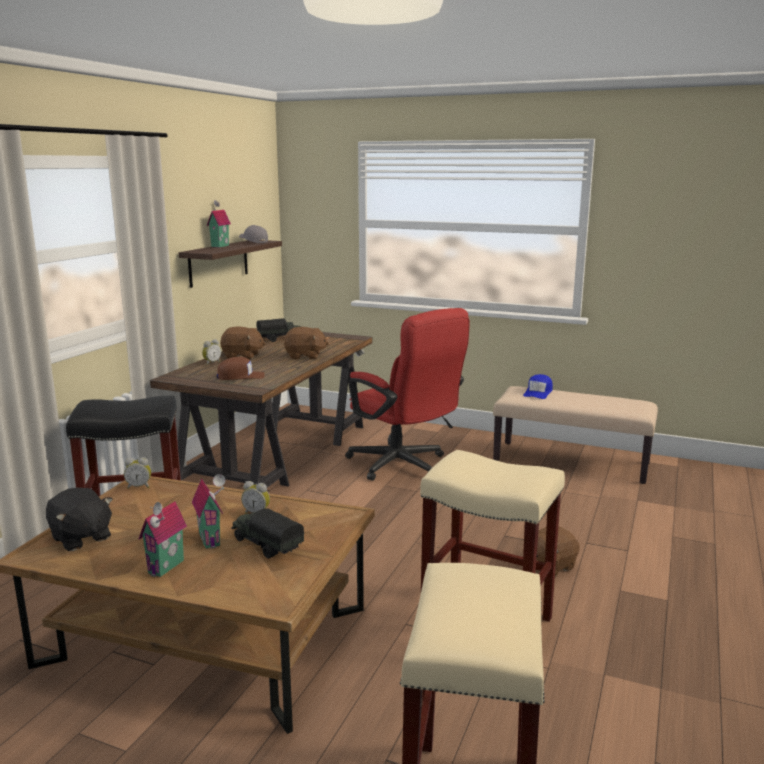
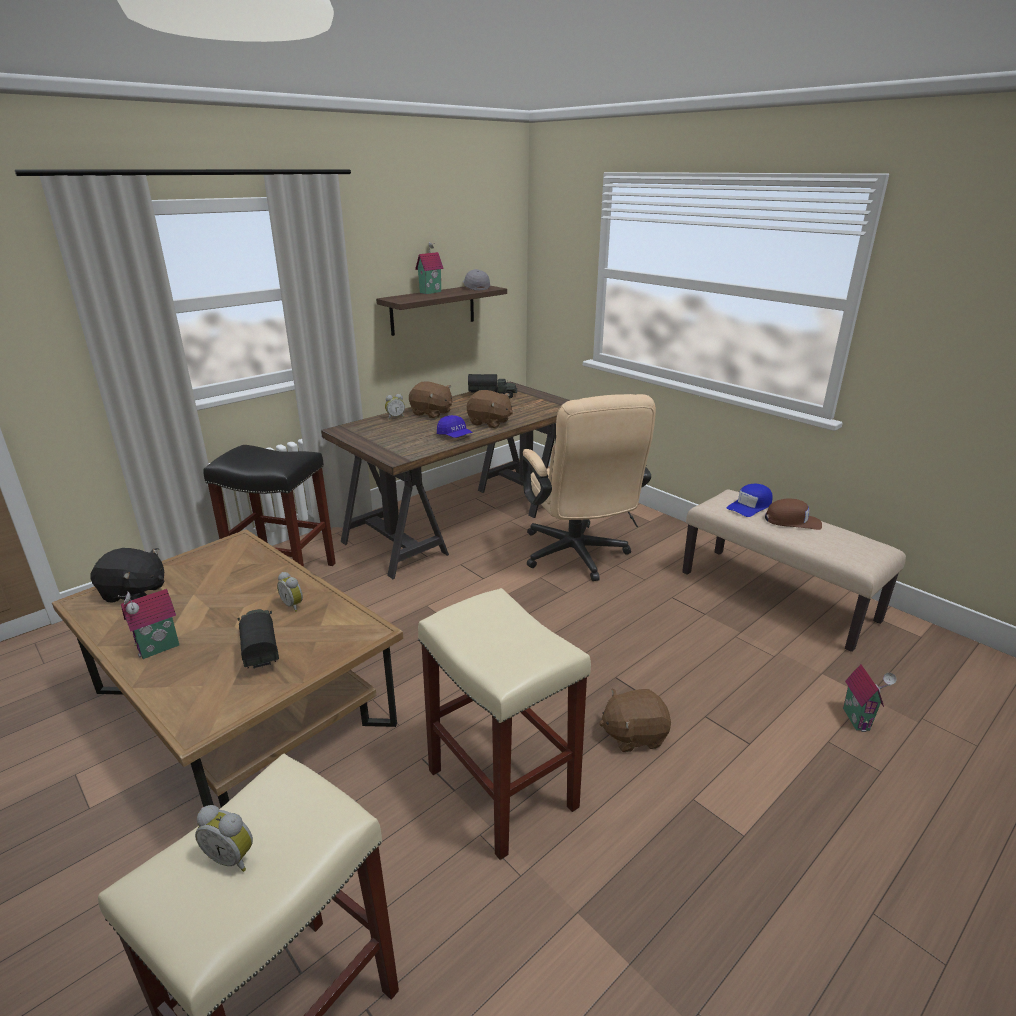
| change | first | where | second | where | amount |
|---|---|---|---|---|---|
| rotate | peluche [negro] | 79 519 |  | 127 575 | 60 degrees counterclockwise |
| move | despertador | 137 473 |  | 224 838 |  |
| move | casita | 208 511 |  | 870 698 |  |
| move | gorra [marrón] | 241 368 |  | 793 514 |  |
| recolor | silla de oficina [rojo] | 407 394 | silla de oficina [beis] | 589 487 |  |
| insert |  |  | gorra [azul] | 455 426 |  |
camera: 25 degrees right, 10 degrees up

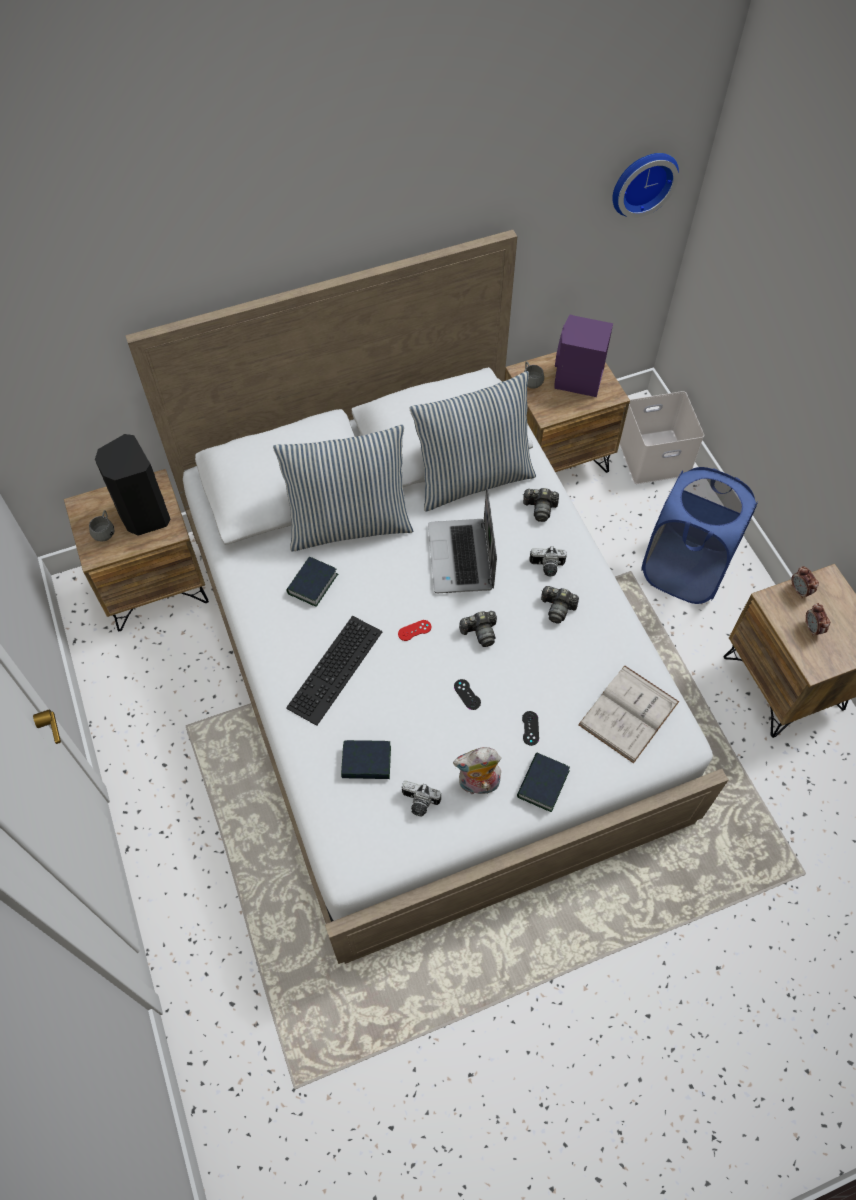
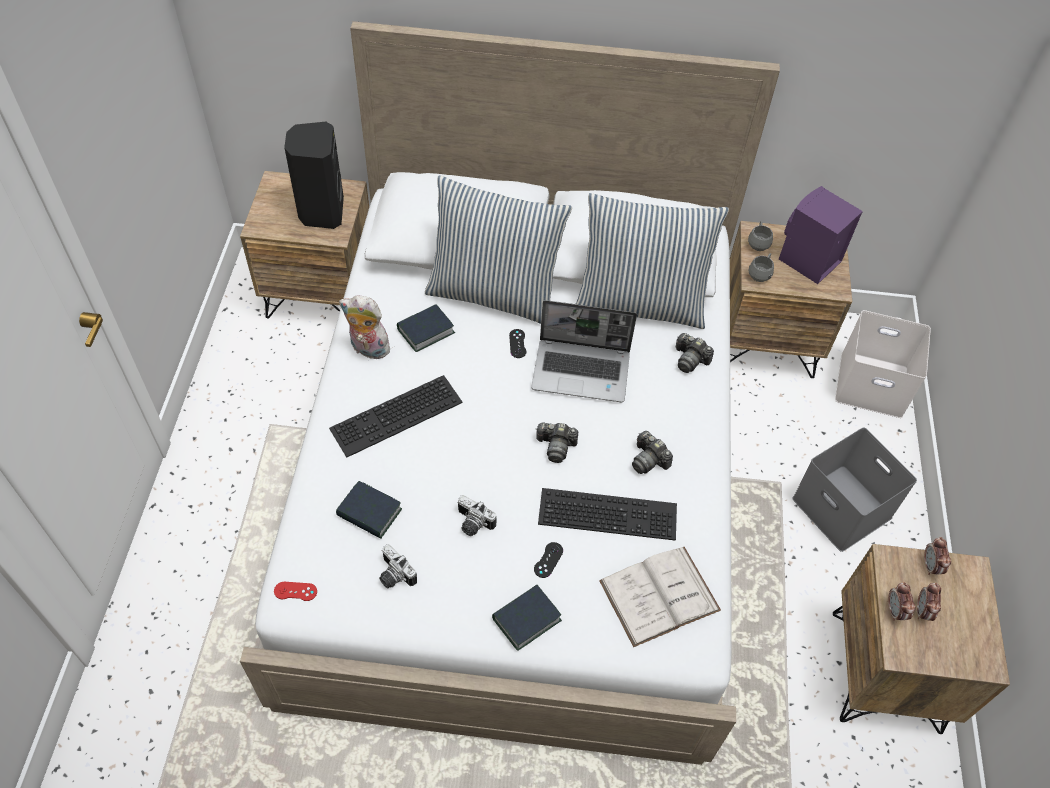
| change | first | where | second | where | amount |
|---|---|---|---|---|---|
| move | taza grande [gris] | 102 525 |  | 761 267 |  |
| move | mando de consola [rojo] | 414 630 |  | 295 591 |  |
| rotate | portátil | 462 540 |  | 584 351 | 105 degrees counterclockwise |
| move | peluche | 477 770 |  | 365 327 |  |
| move | mando de consola [negro] | 467 694 |  | 517 343 |  |
| move | cámara | 548 561 |  | 476 515 |  |
| delete | reloj de pared | 645 185 |  |  |  |
| replace | cesto de la ropa [azul] | 699 535 | caja de almacenaje [gris] | 854 490 |  |
| insert |  |  | teclado | 607 514 |  |
| insert |  |  | despertador | 902 601 |  |
camera: 25 degrees right, 5 degrees down

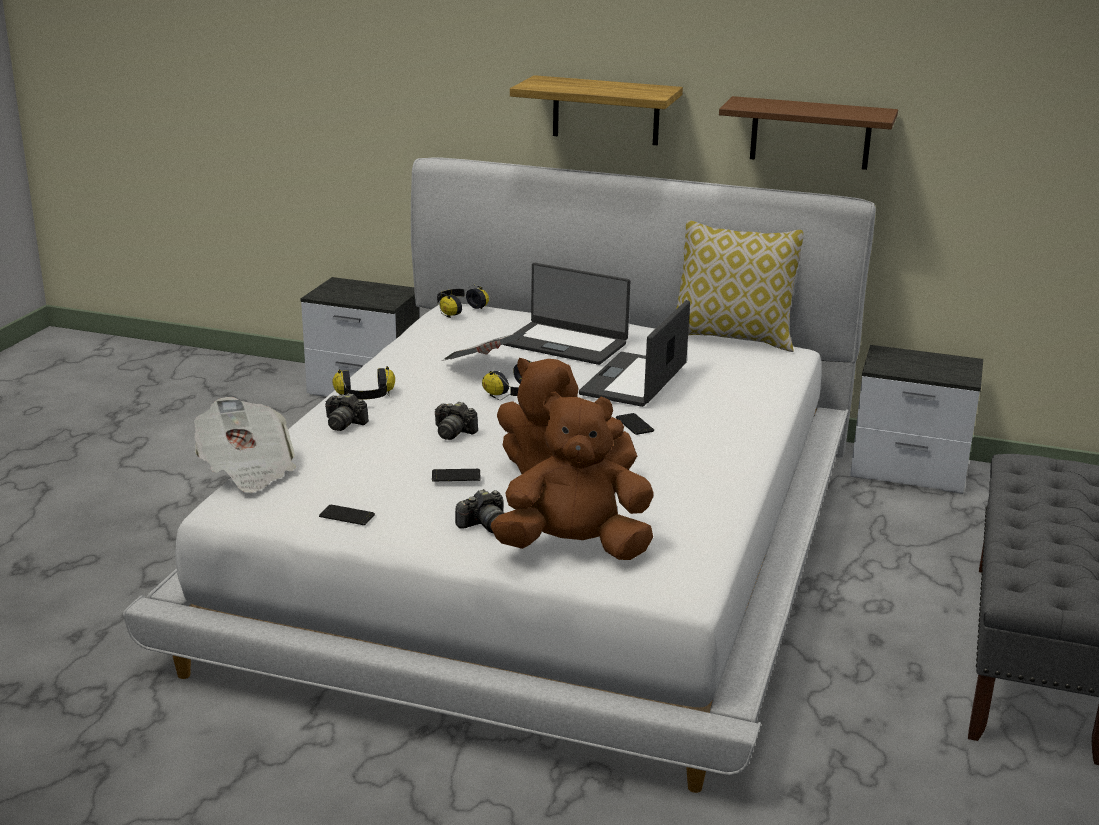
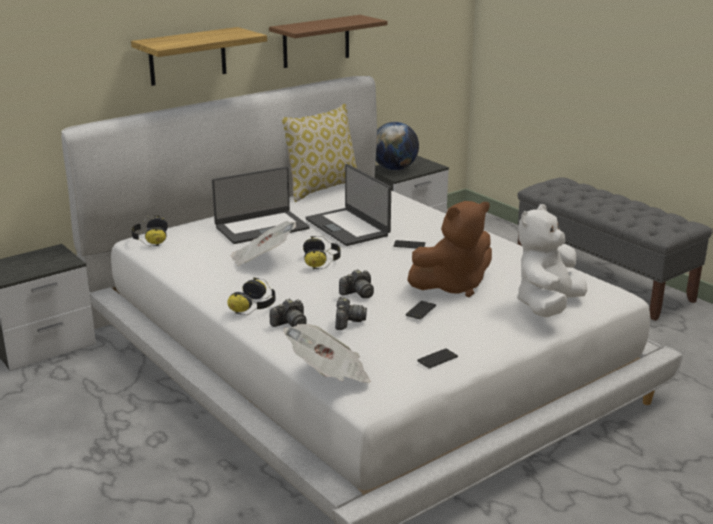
| change | first | where | second | where | amount |
|---|---|---|---|---|---|
| move | cámara | 479 511 |  | 351 313 |  |
| recolor | peluche [marrón] | 572 475 | peluche [blanco] | 552 260 |  |
| insert |  |  | globo terráqueo | 397 146 |  |
camera: 55 degrees left, 0 degrees up

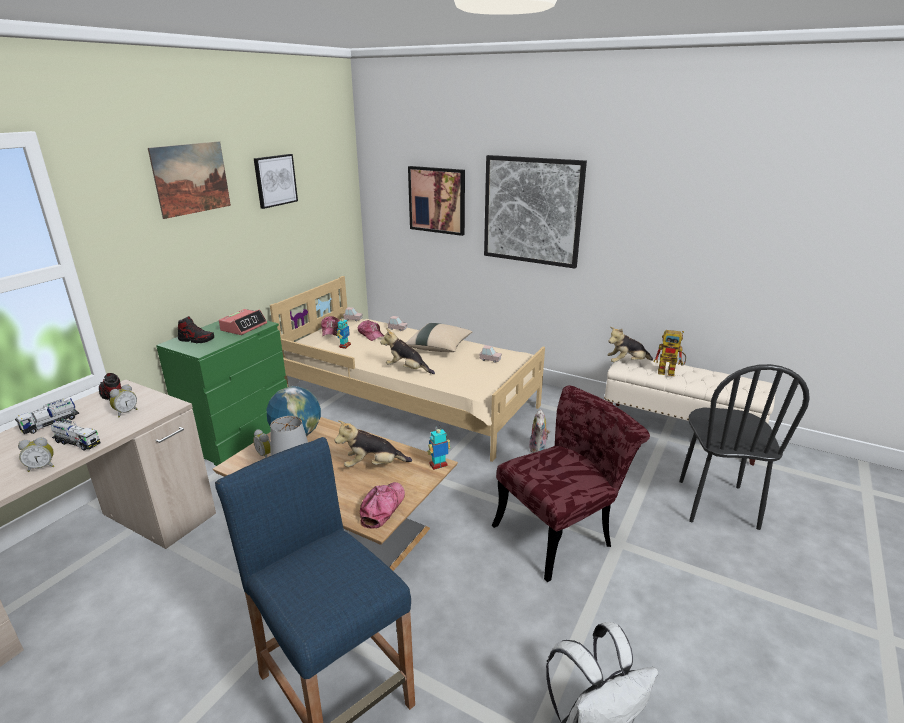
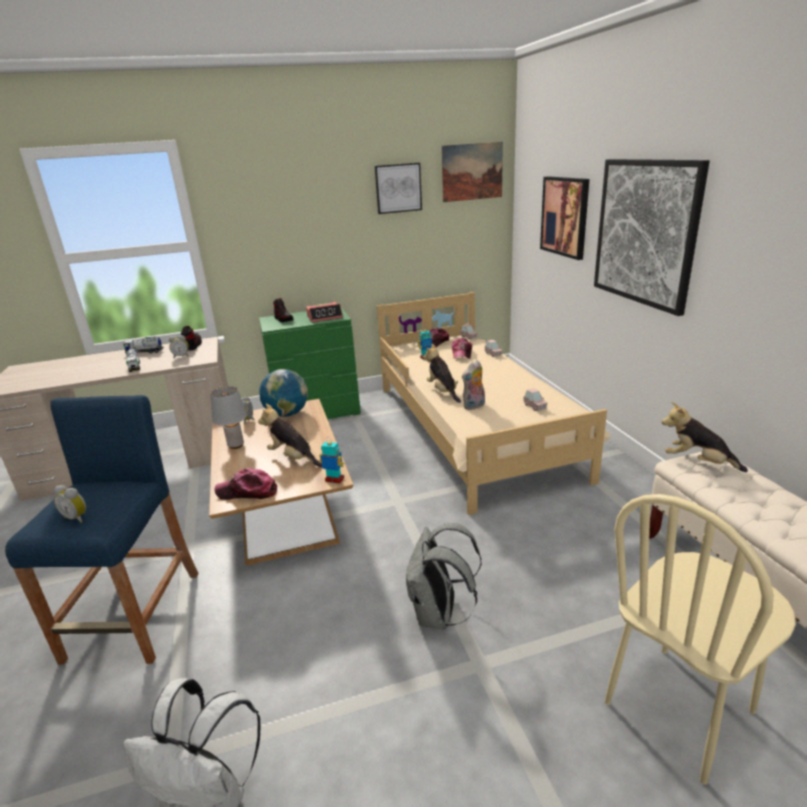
| change | first | where | second | where | amount |
|---|---|---|---|---|---|
| move | despertador | 36 454 |  | 69 504 |  |
| move | cuadro | 189 180 |  | 472 172 |  |
| rotate | gorra | 382 505 |  | 246 484 | 150 degrees counterclockwise |
| delete | cojín [beis] | 439 337 |  |  |  |
| replace | silla [rojo] | 571 483 | mochila [gris] | 444 576 |  |
| move | peluche | 539 431 |  | 473 385 |  |
| delete | robot de juguete | 670 353 |  |  |  |
| recolor | silla [negro] | 744 447 | silla [beis] | 700 639 |  |
camera: 45 degrees right, 0 degrees up

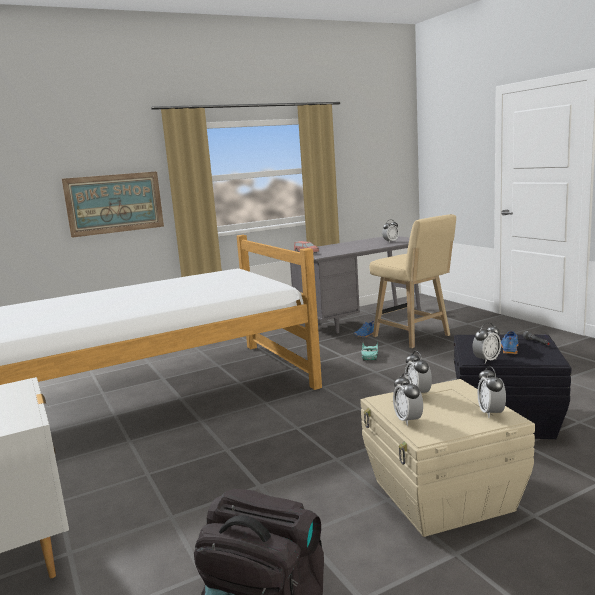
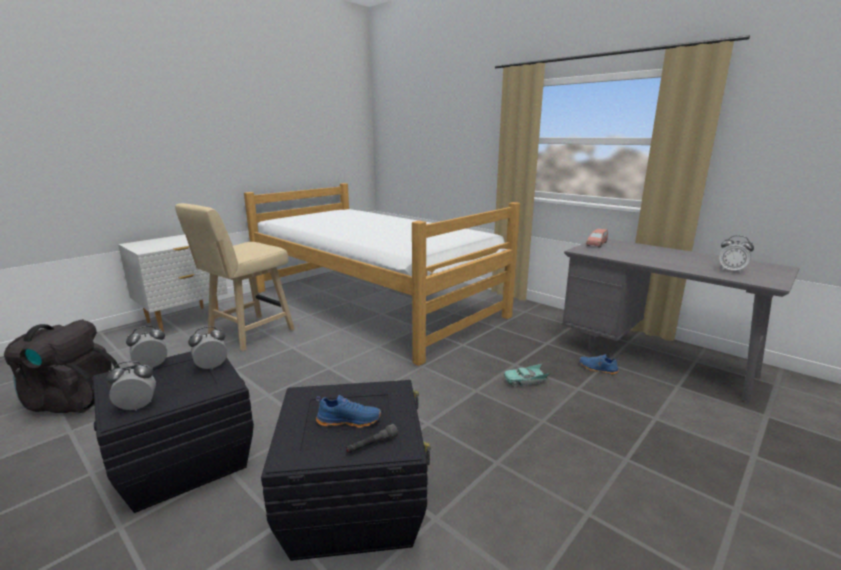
| change | first | where | second | where | amount |
|---|---|---|---|---|---|
| delete | cuadro | 113 204 |  |  |  |
| recolor | caja de almacenaje [beis] | 447 458 | caja de almacenaje [negro] | 173 432 |  |
| move | taburete [beis] | 412 281 |  | 235 277 |  |
| delete | despertador | 486 343 |  |  |  |
camera: 70 degrees right, 5 degrees up

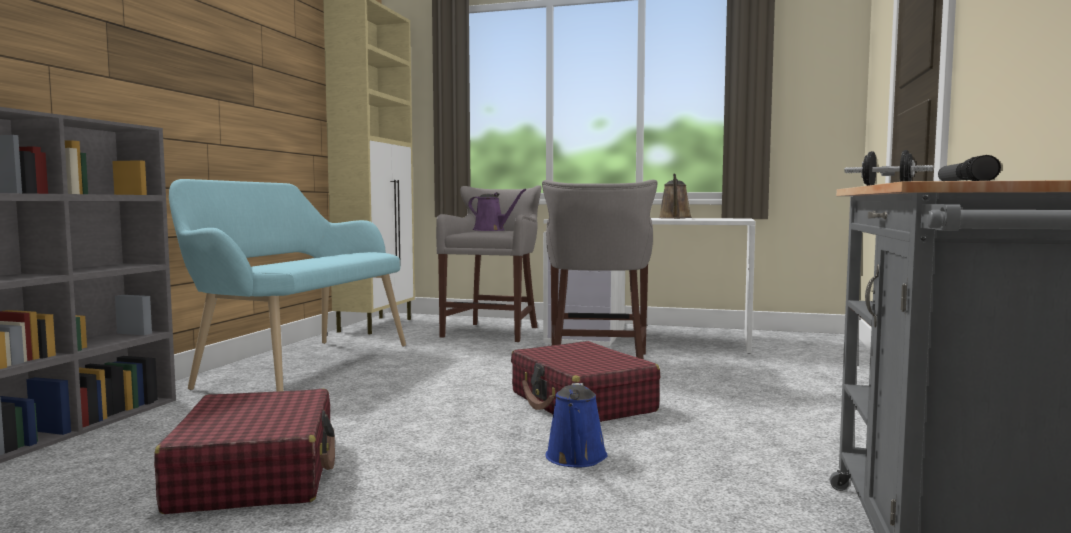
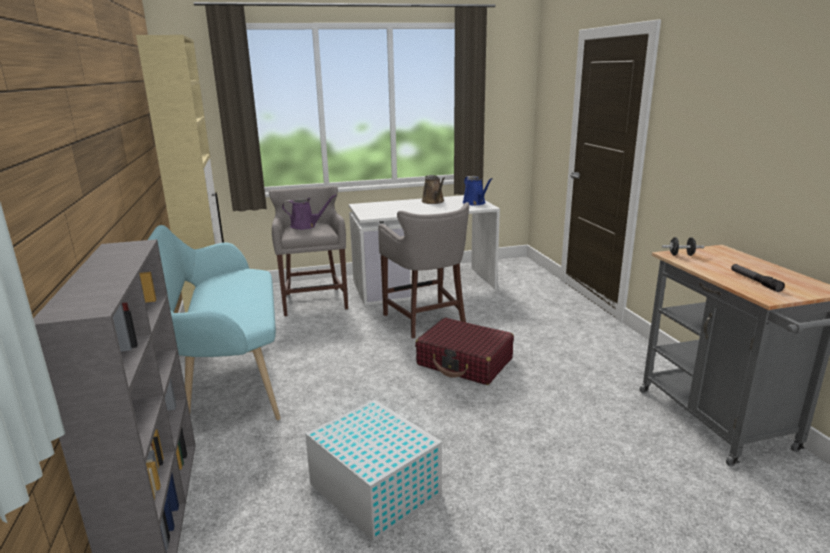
| change | first | where | second | where | amount |
|---|---|---|---|---|---|
| replace | maleta [rojo] | 244 451 | caja de almacenaje [blanco] | 373 470 |  |
| move | regadera [azul] | 576 425 |  | 477 190 |  |
camera: 30 degrees left, 15 degrees up

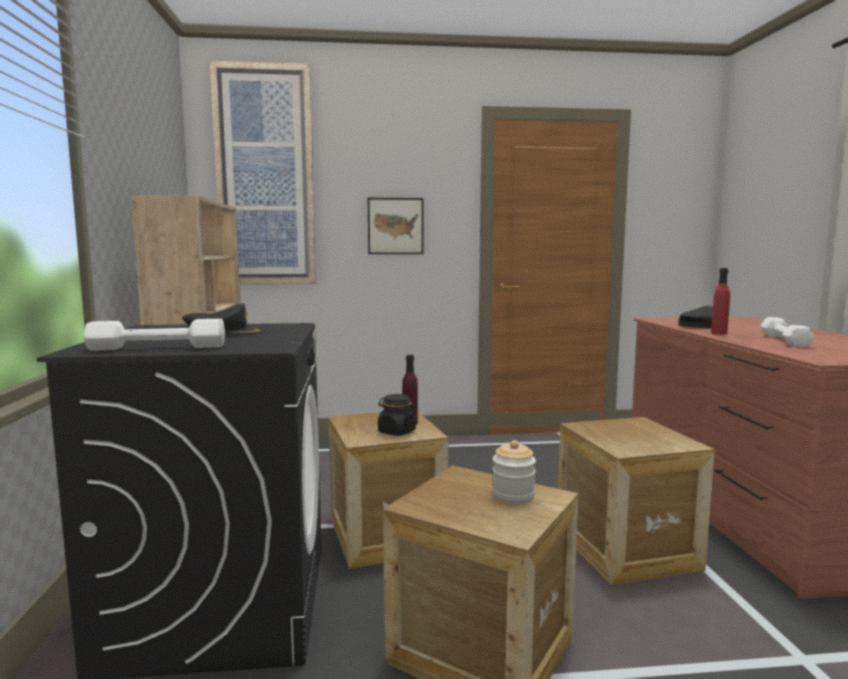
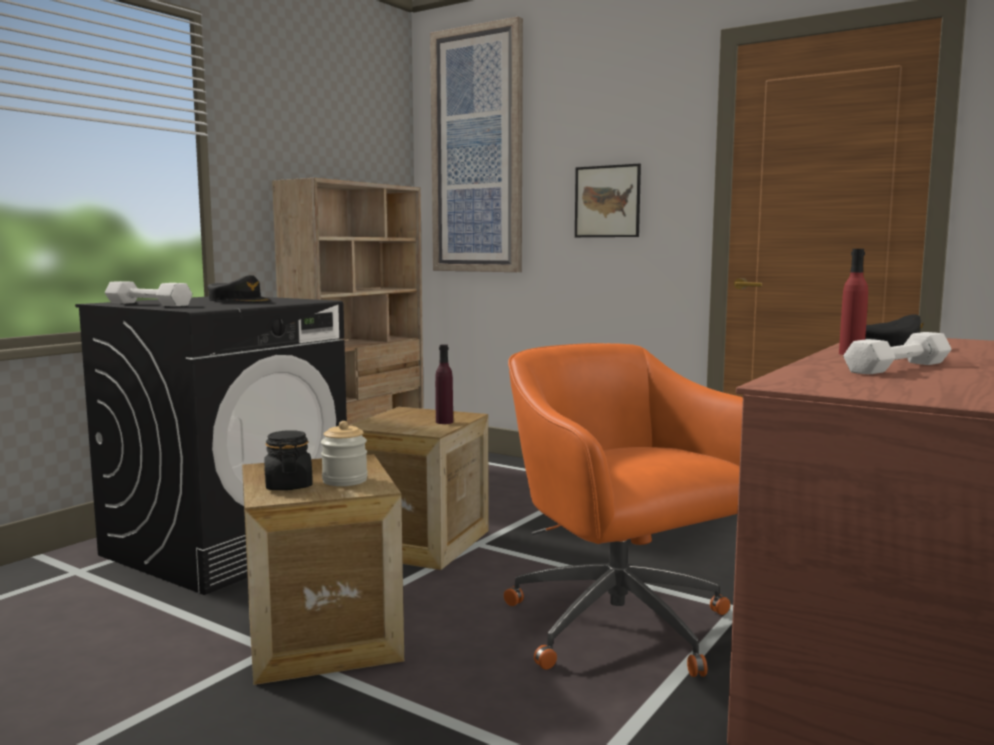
| change | first | where | second | where | amount |
|---|---|---|---|---|---|
| move | tarro [negro] | 397 415 |  | 288 460 |  |
| replace | caja de embalaje | 636 501 | silla de oficina [naranja] | 623 510 |  |
camera: 40 degrees right, 0 degrees up

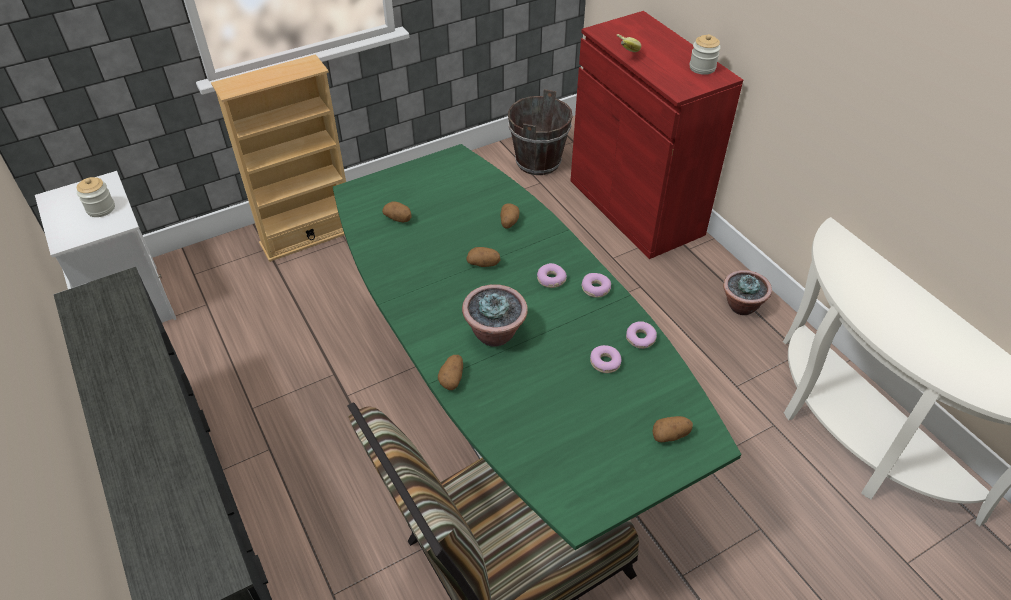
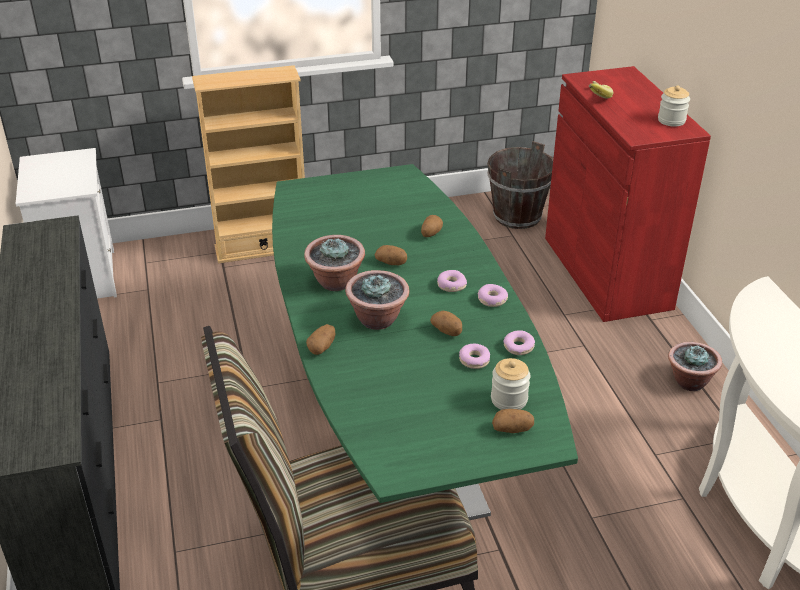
| change | first | where | second | where | amount |
|---|---|---|---|---|---|
| move | tarro | 96 197 |  | 511 384 |  |
| move | patata | 397 212 |  | 446 323 |  |
| insert |  |  | planta en maceta | 334 263 |  |
camera: 15 degrees right, 10 degrees down

